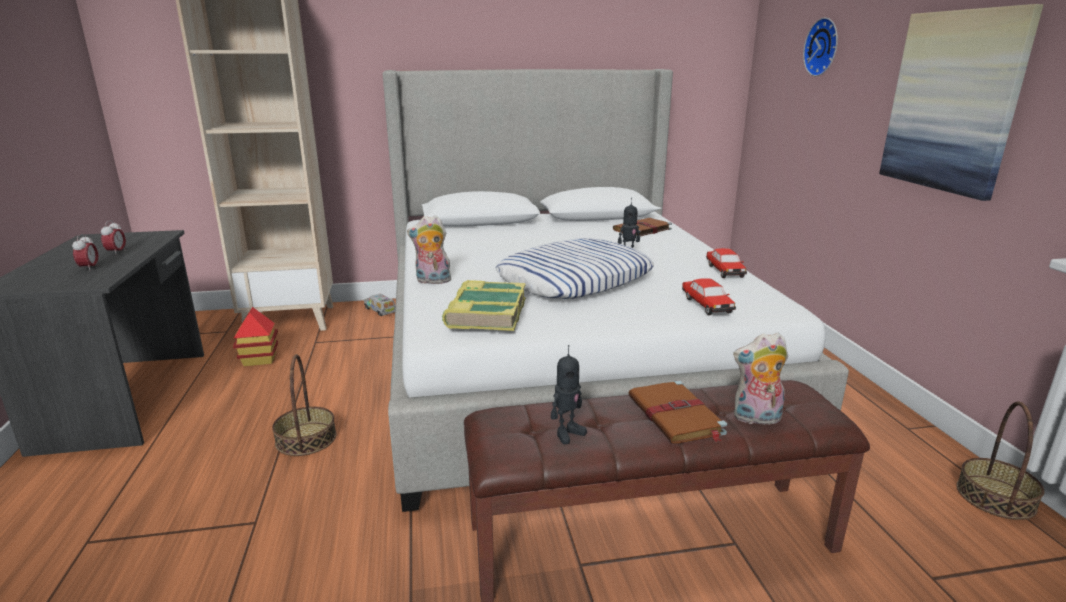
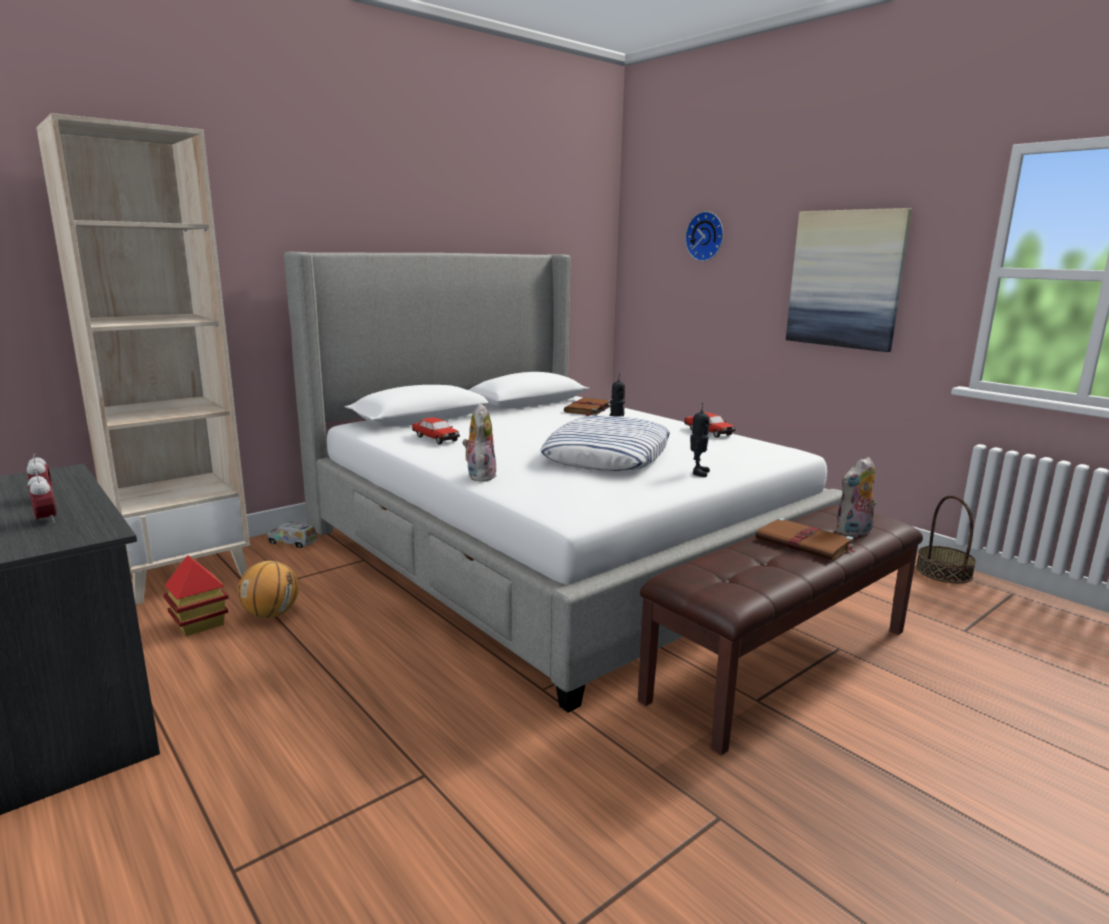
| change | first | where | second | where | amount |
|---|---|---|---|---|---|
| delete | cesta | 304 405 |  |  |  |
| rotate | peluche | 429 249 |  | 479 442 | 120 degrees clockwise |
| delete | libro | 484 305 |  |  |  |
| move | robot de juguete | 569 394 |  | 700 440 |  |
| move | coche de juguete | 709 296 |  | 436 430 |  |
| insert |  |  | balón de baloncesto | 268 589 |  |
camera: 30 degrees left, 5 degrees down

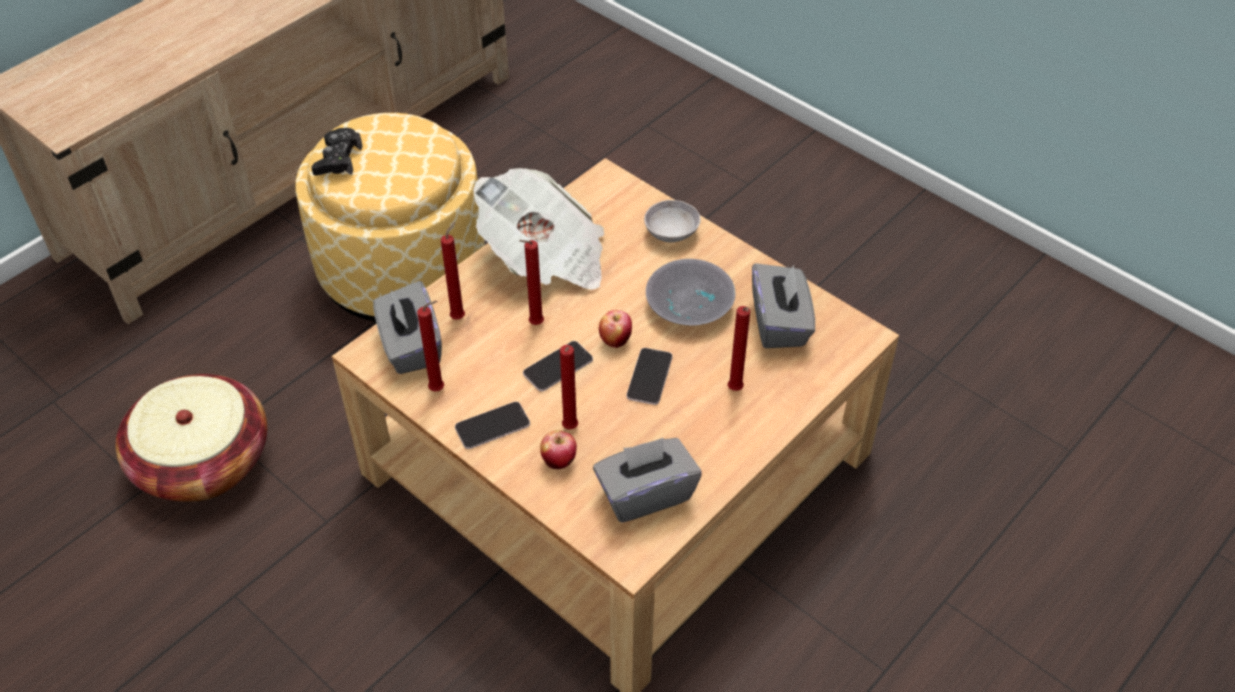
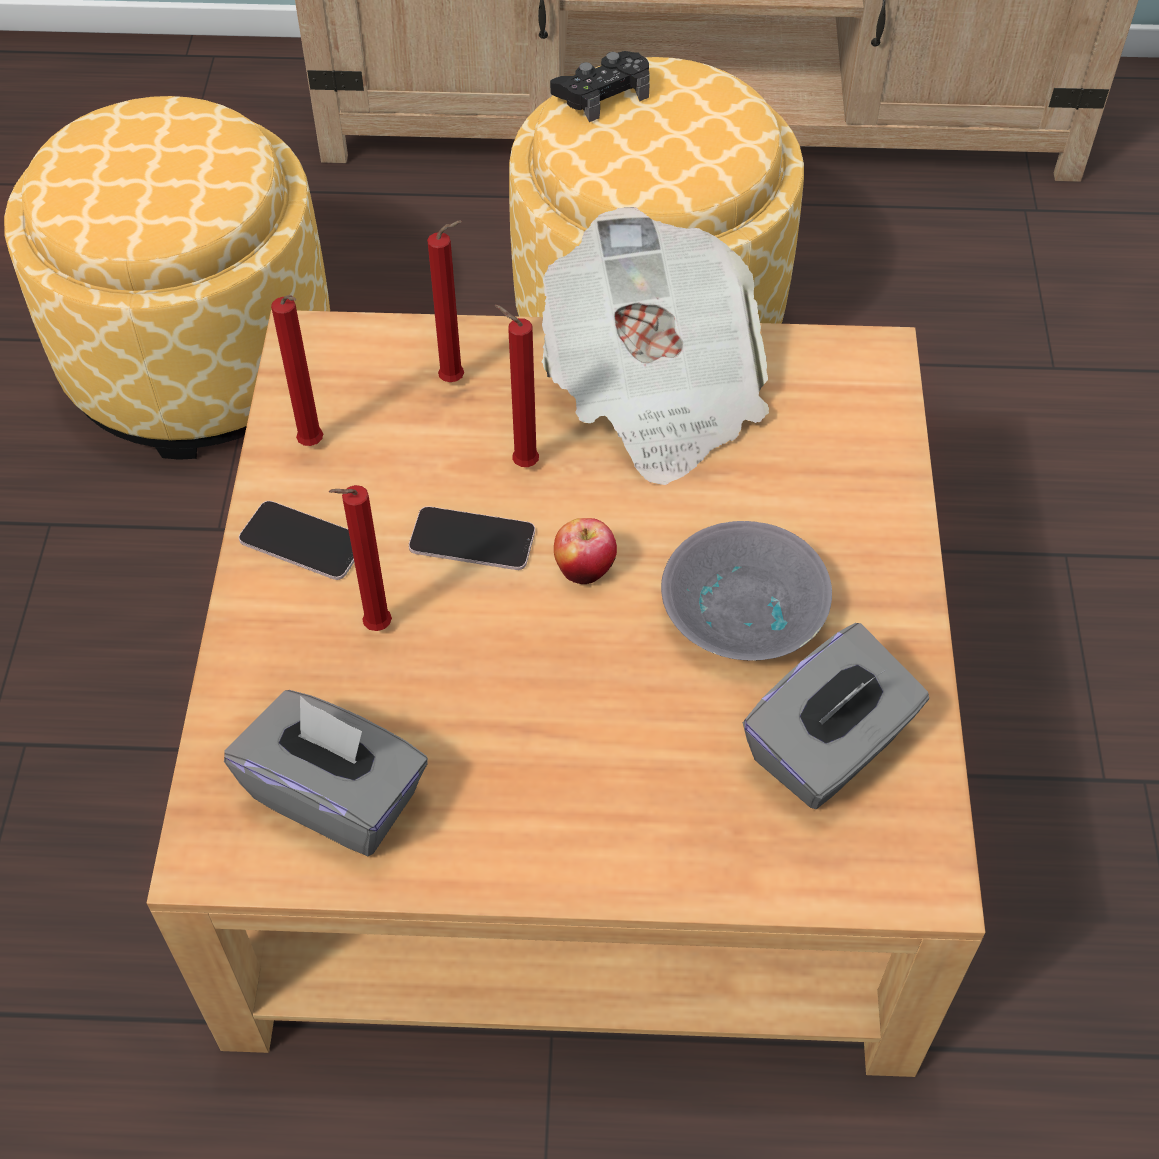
| change | first | where | second | where | amount |
|---|---|---|---|---|---|
| replace | cesta | 191 438 | puf | 167 278 |  |
| delete | caja de pañuelos [gris] | 407 327 |  |  |  |
| delete | manzana | 558 449 |  |  |  |
| delete | móvil | 649 376 |  |  |  |
| delete | cuenco [gris] | 672 221 |  |  |  |
| delete | vela [rojo] | 739 348 |  |  |  |
camera: 50 degrees right, 5 degrees up

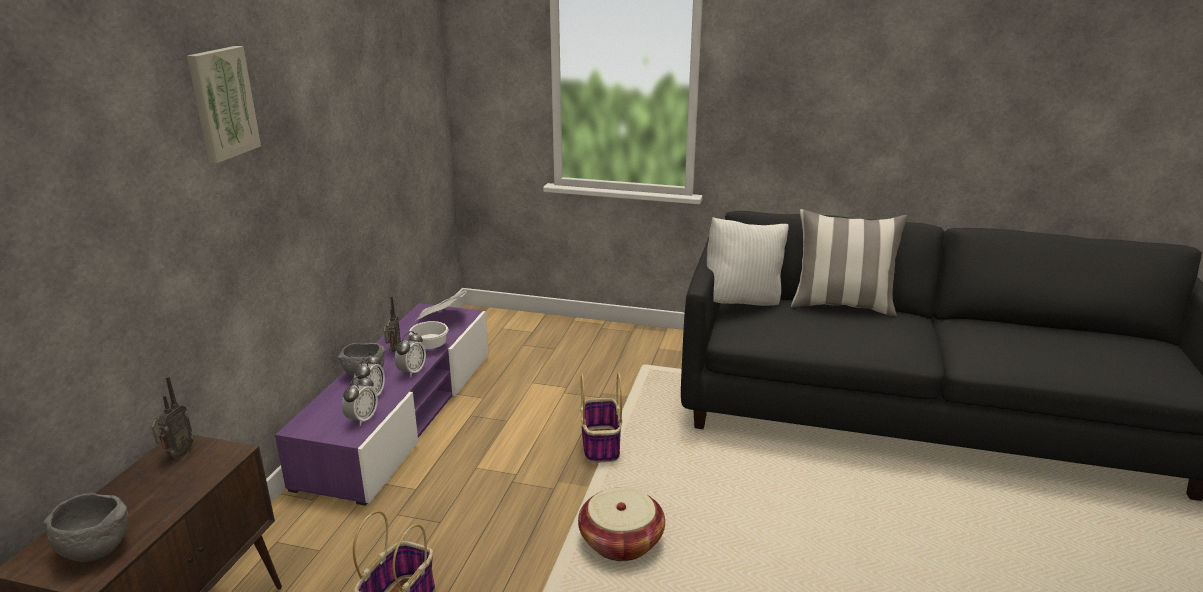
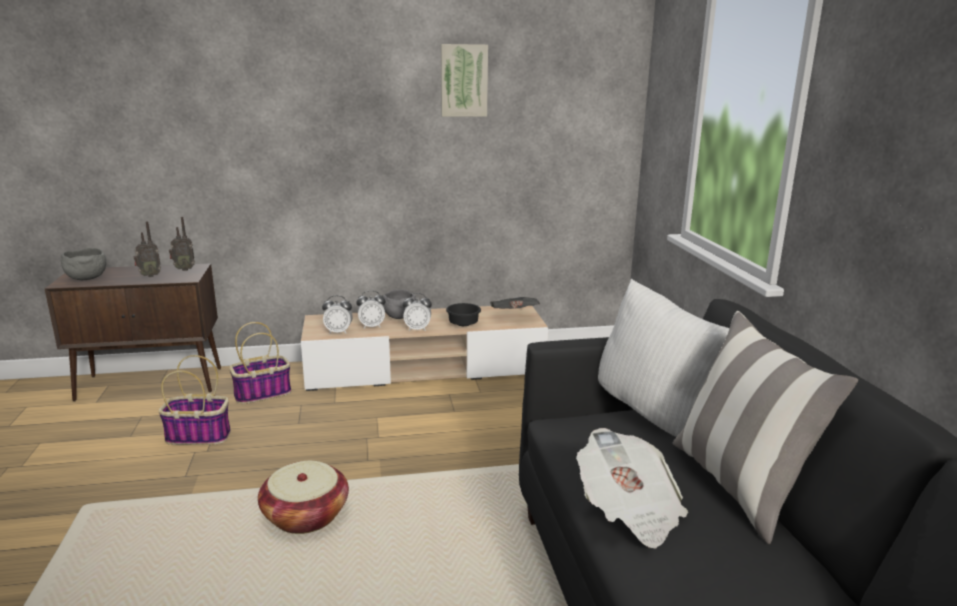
| change | first | where | second | where | amount |
|---|---|---|---|---|---|
| move | cuadro | 224 104 |  | 464 80 |  |
| recolor | mueble de televisión [morado] | 382 404 | mueble de televisión [beis] | 424 348 |  |
| move | radio | 392 324 |  | 147 249 |  |
| recolor | cuenco [blanco] | 429 335 | cuenco [negro] | 463 314 |  |
| move | cesta | 601 417 |  | 260 363 |  |
| insert |  |  | periódico | 632 488 |  |
camera: 65 degrees right, 5 degrees down

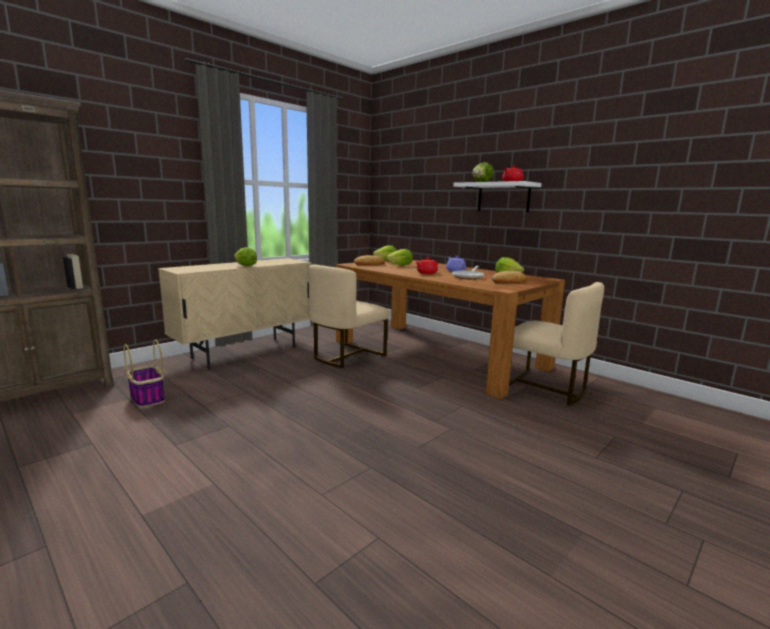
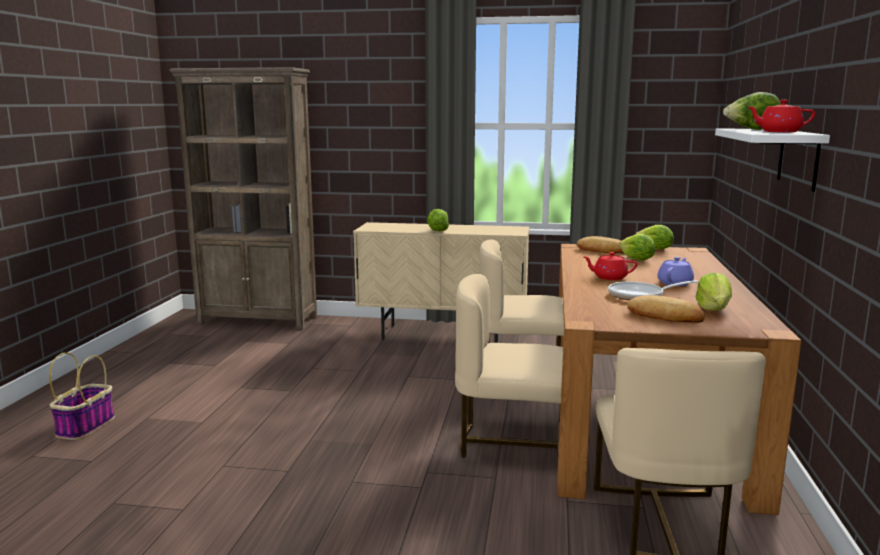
| change | first | where | second | where | amount |
|---|---|---|---|---|---|
| move | cesta | 144 373 |  | 82 396 |  |
| insert |  |  | silla [beis] | 509 366 |  |
camera: 55 degrees right, 0 degrees up

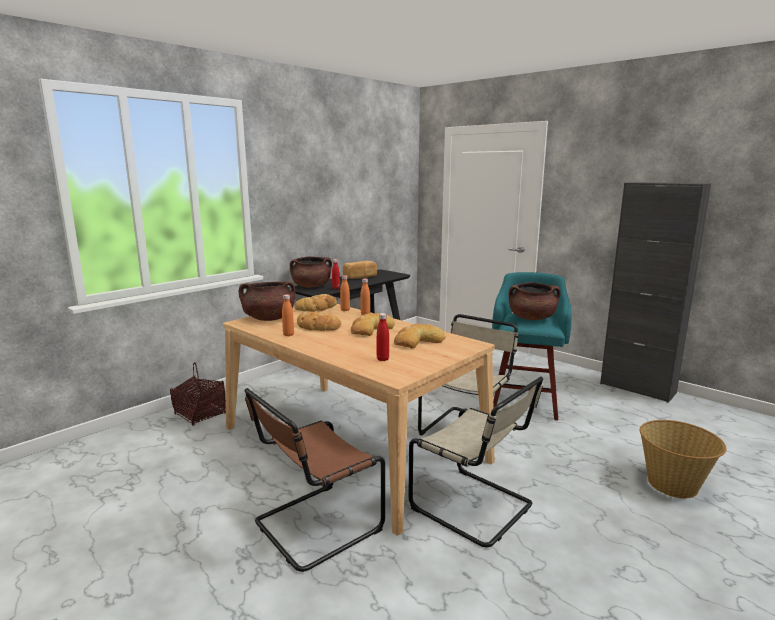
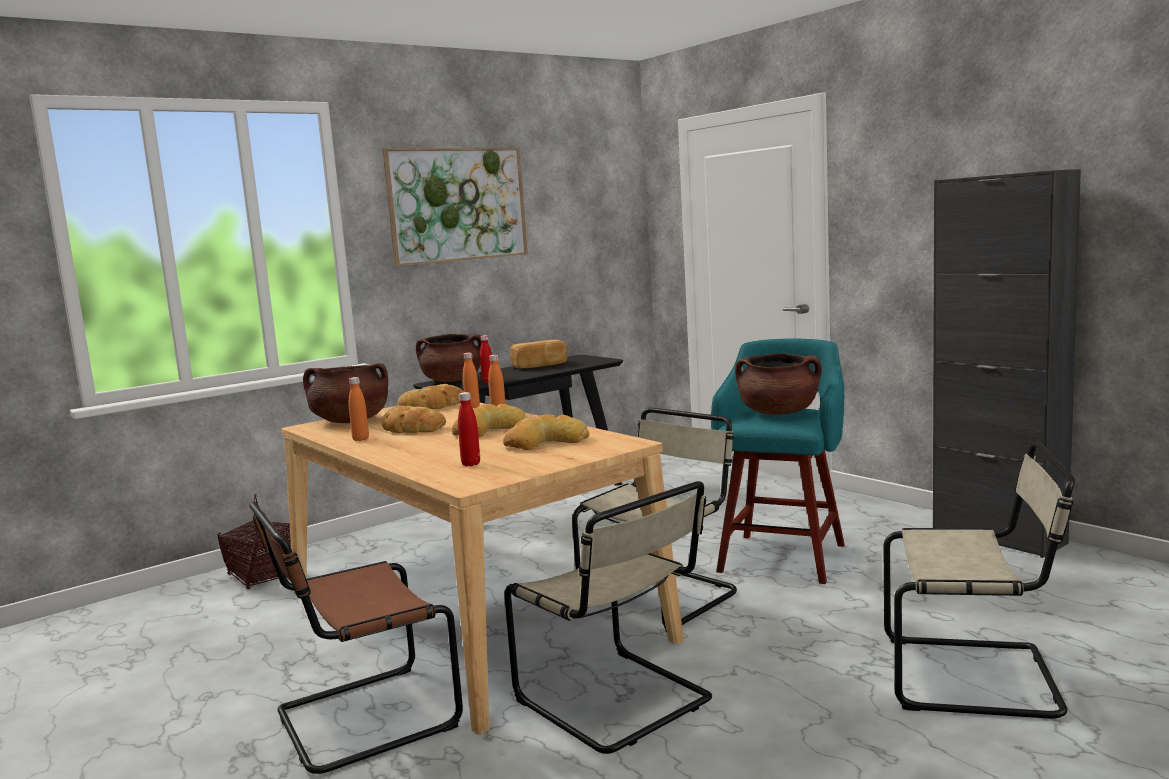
| change | first | where | second | where | amount |
|---|---|---|---|---|---|
| replace | cesta | 683 459 | silla [beis] | 979 580 |  |
| insert |  |  | cuadro | 455 207 |  |
camera: 10 degrees right, 5 degrees down

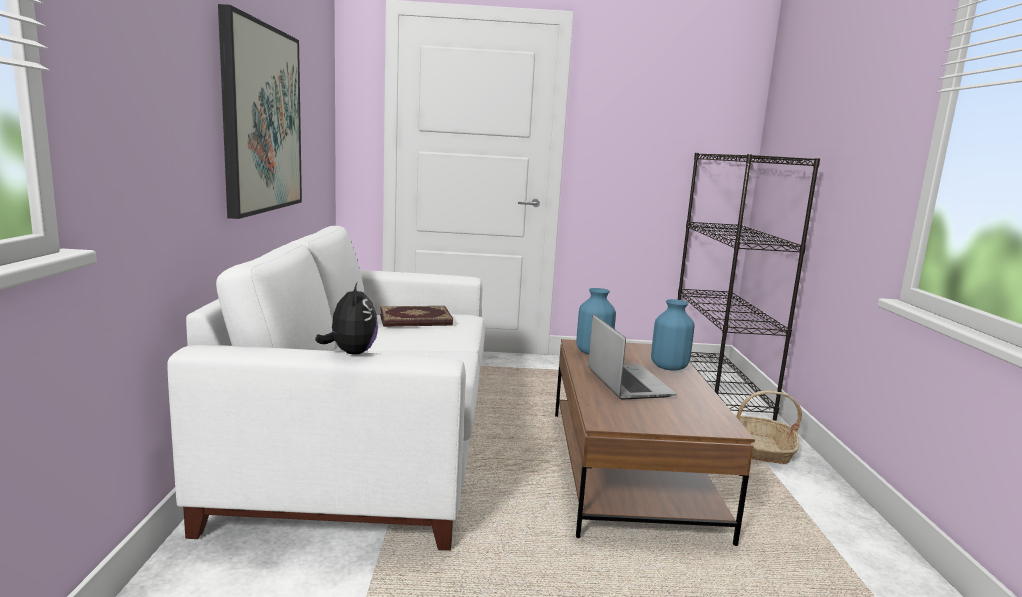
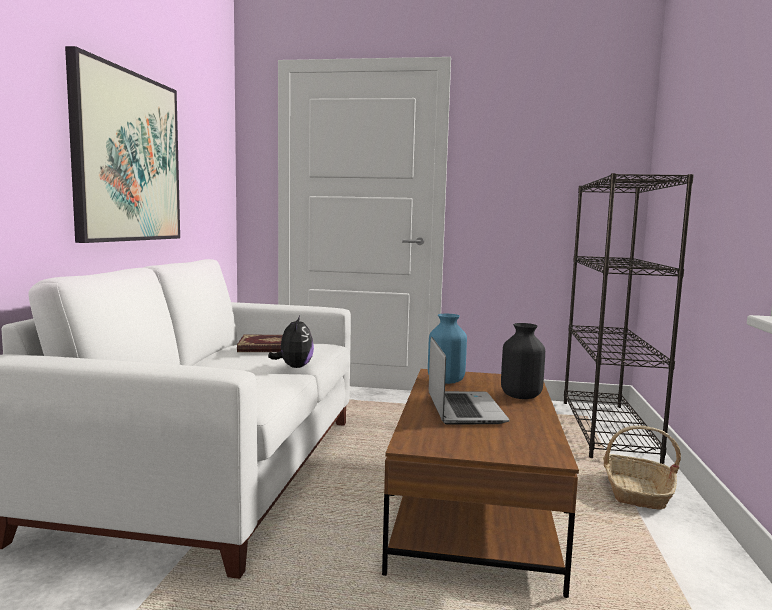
| change | first | where | second | where | amount |
|---|---|---|---|---|---|
| move | peluche | 346 319 |  | 291 342 |  |
| recolor | florero [azul] | 673 335 | florero [negro] | 523 361 |  |
camera: 10 degrees right, 5 degrees down

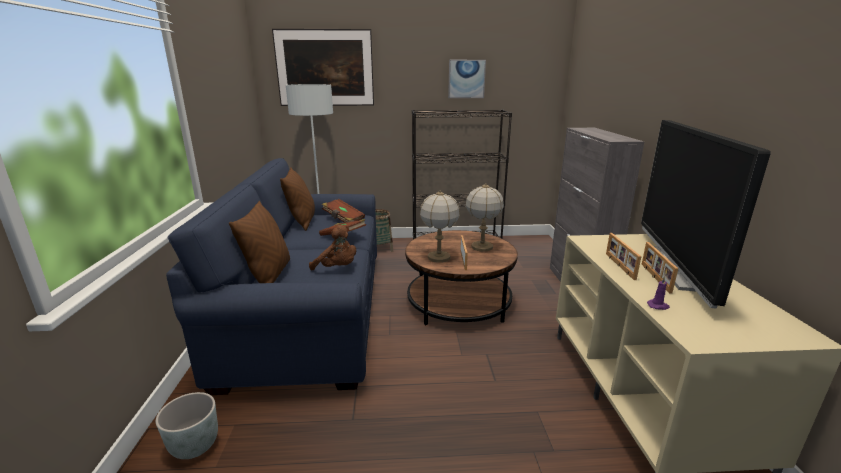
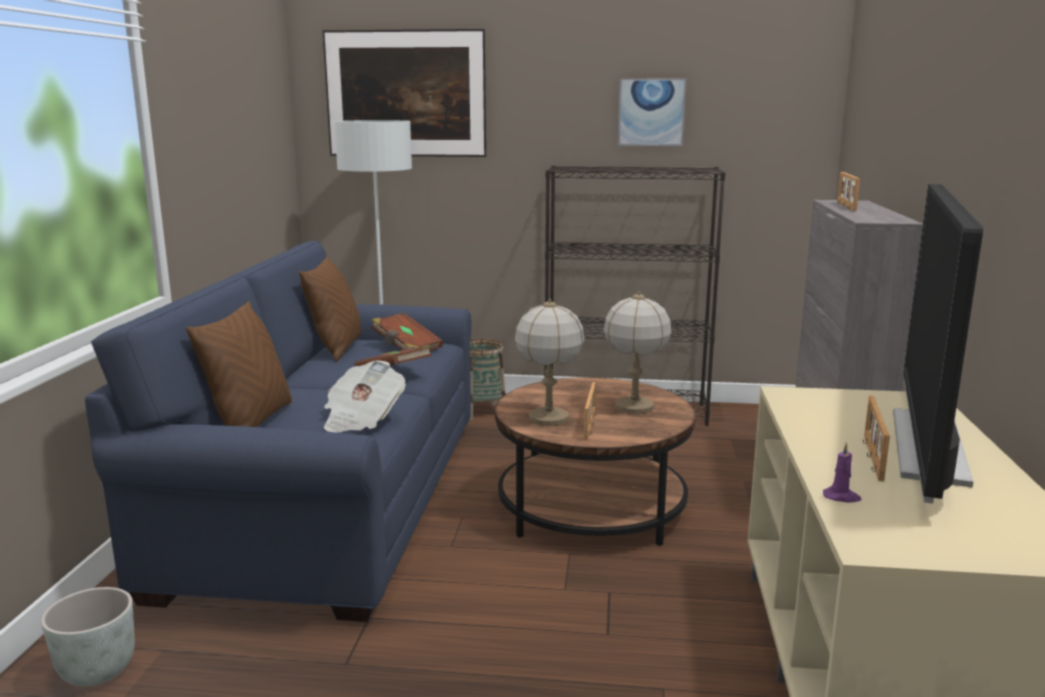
| change | first | where | second | where | amount |
|---|---|---|---|---|---|
| replace | peluche [marrón] | 332 248 | periódico | 365 396 |  |
| move | portarretratos | 624 256 |  | 848 191 |  |
camera: 10 degrees right, 5 degrees down

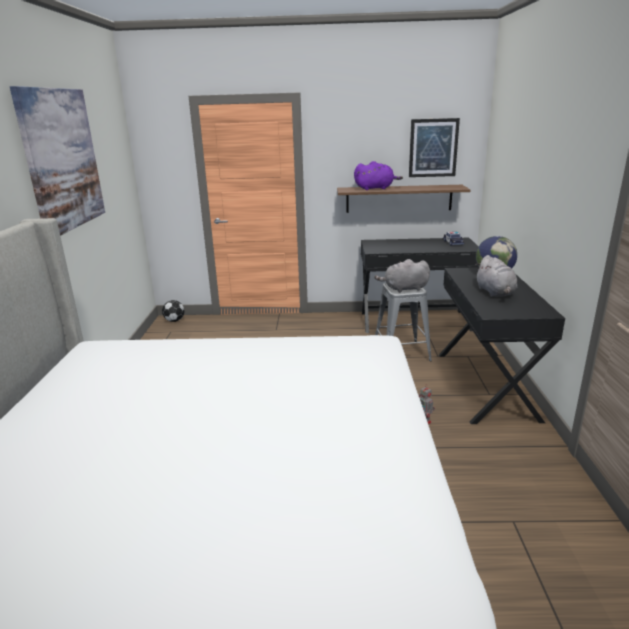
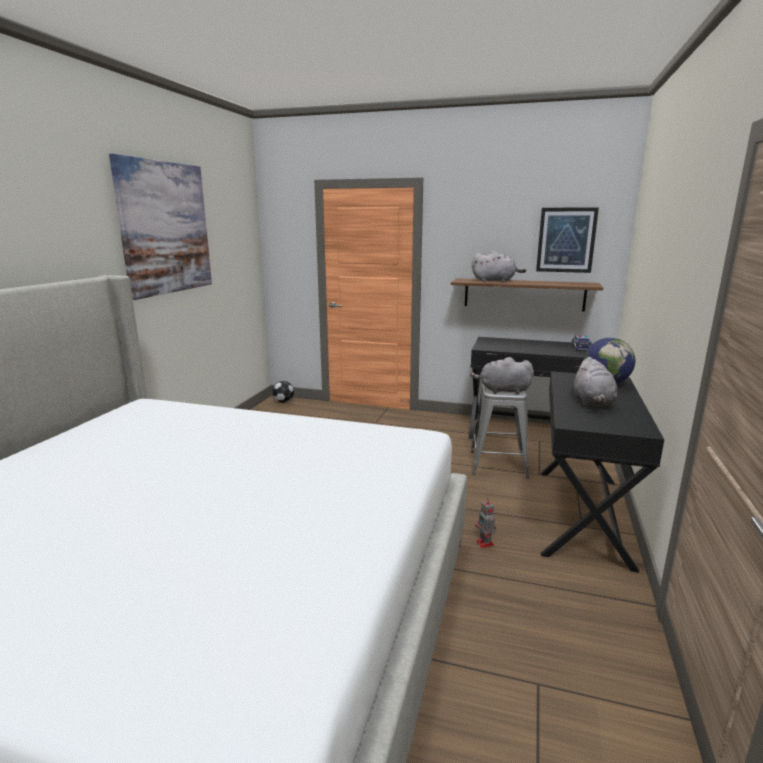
| change | first | where | second | where | amount |
|---|---|---|---|---|---|
| recolor | peluche [morado] | 378 175 | peluche [gris] | 499 266 |  |
camera: 15 degrees right, 5 degrees down

